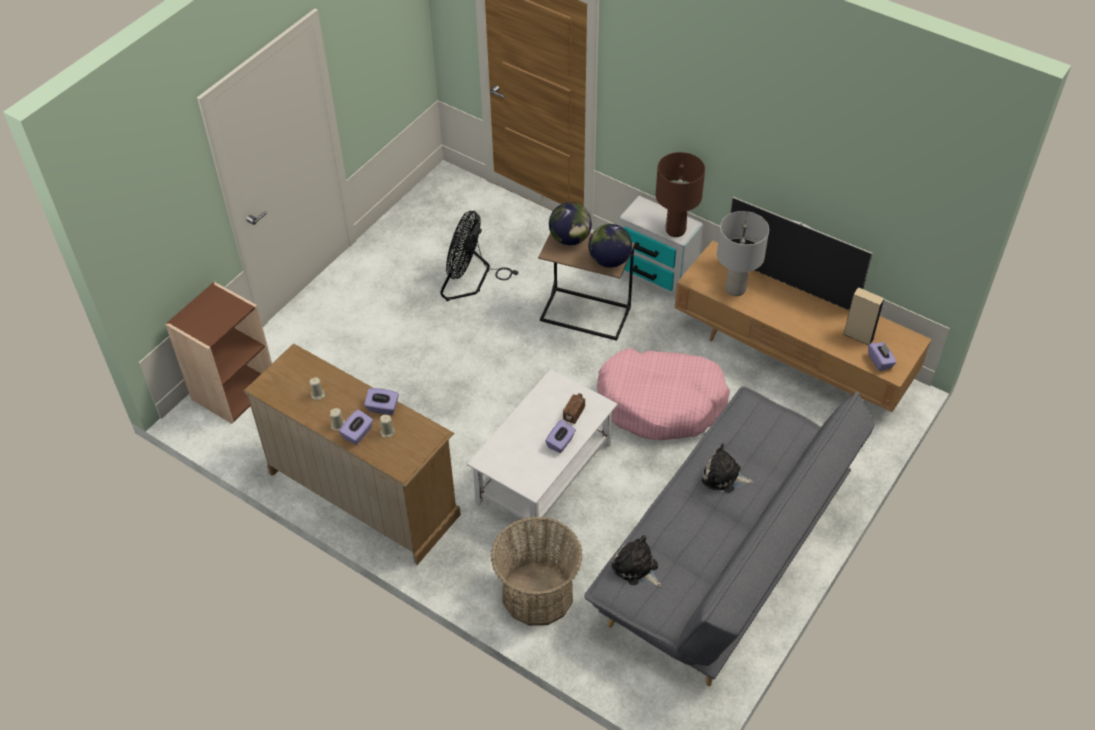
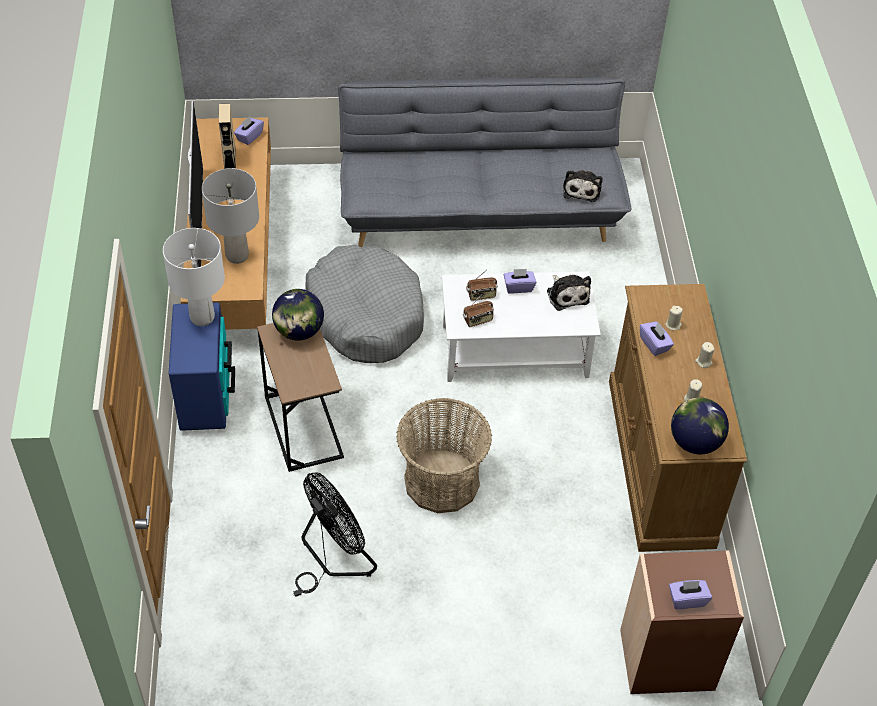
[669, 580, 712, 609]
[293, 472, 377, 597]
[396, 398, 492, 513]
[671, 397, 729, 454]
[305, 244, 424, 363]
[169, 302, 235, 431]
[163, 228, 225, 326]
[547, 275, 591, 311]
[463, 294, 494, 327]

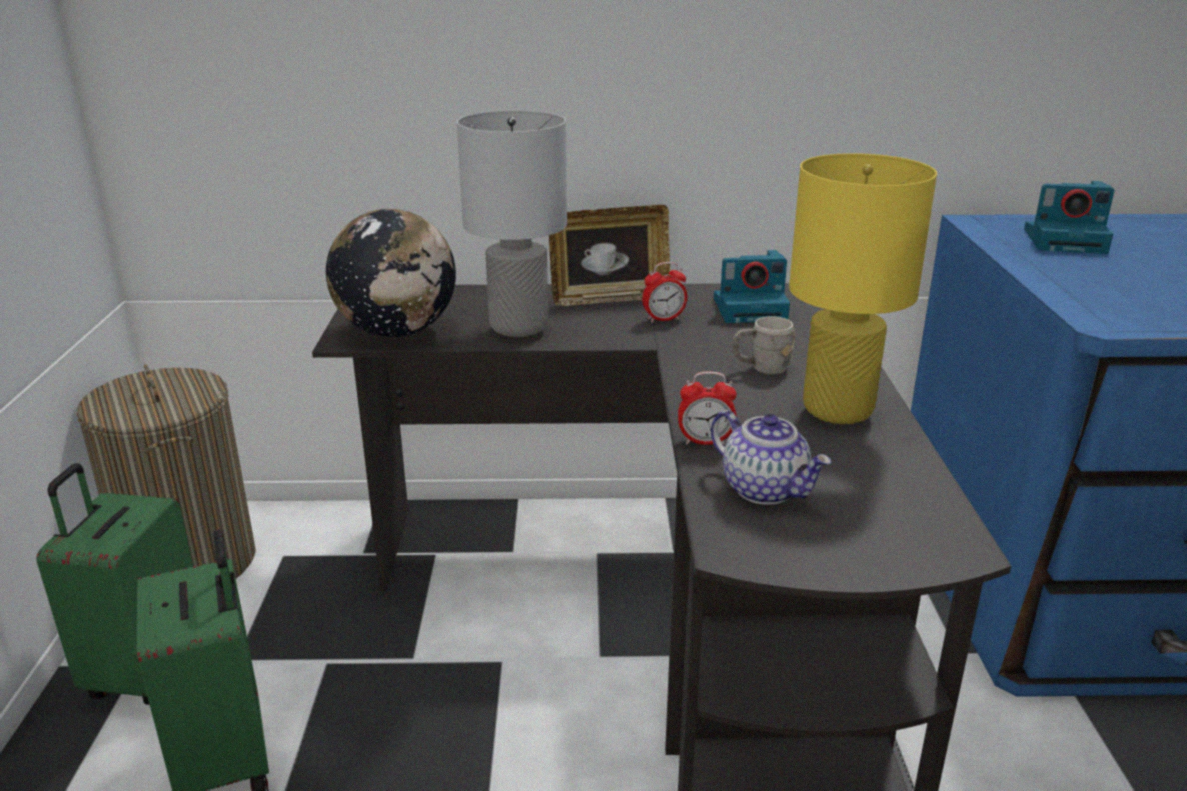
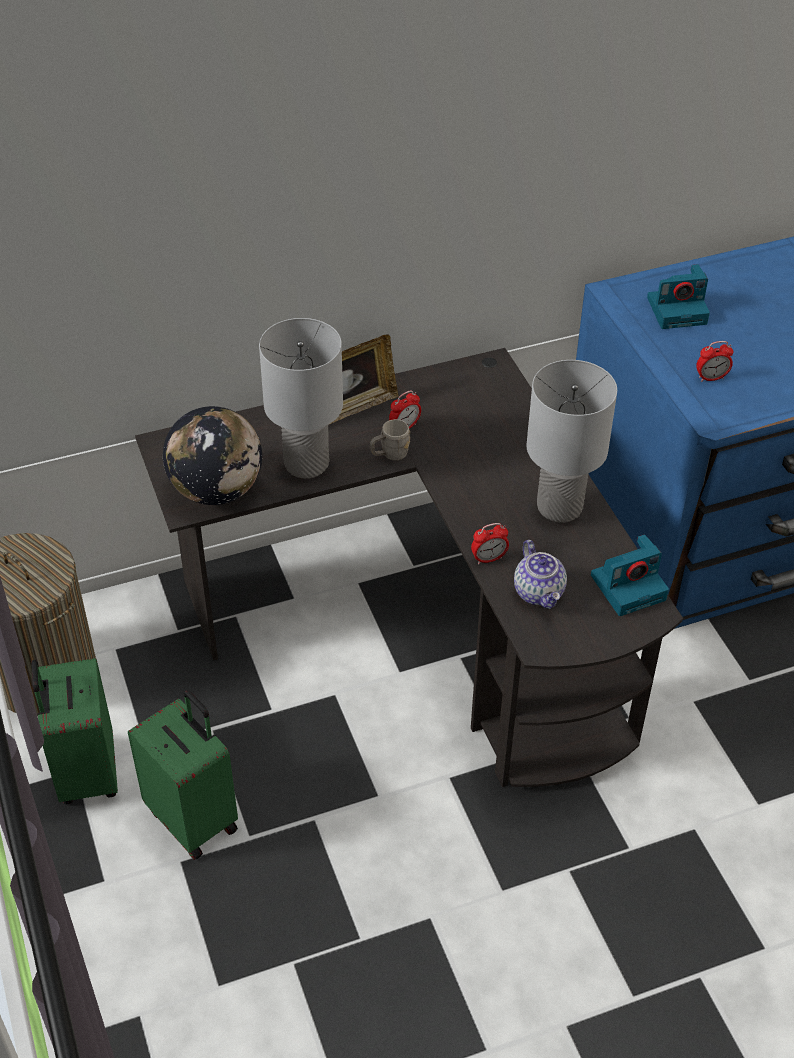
[514, 540, 567, 609]
[591, 534, 669, 616]
[370, 419, 410, 461]
[527, 360, 617, 523]
[696, 341, 733, 382]

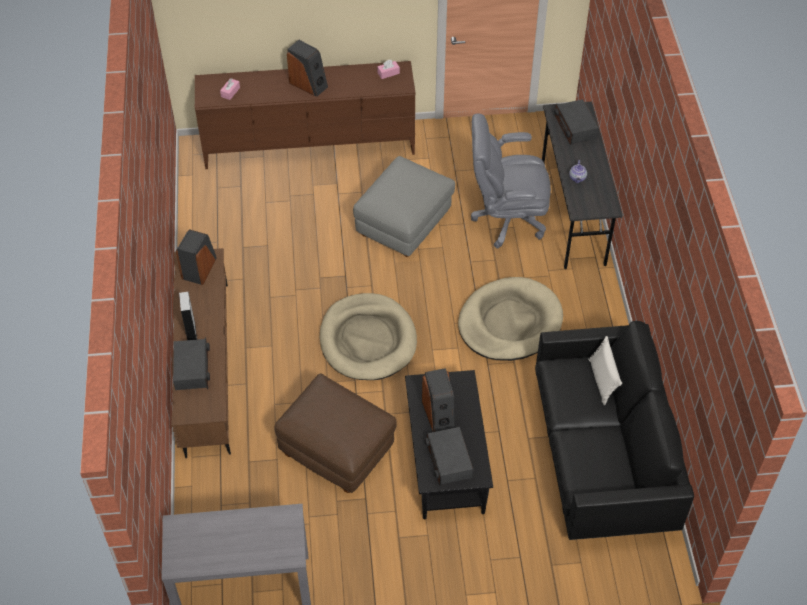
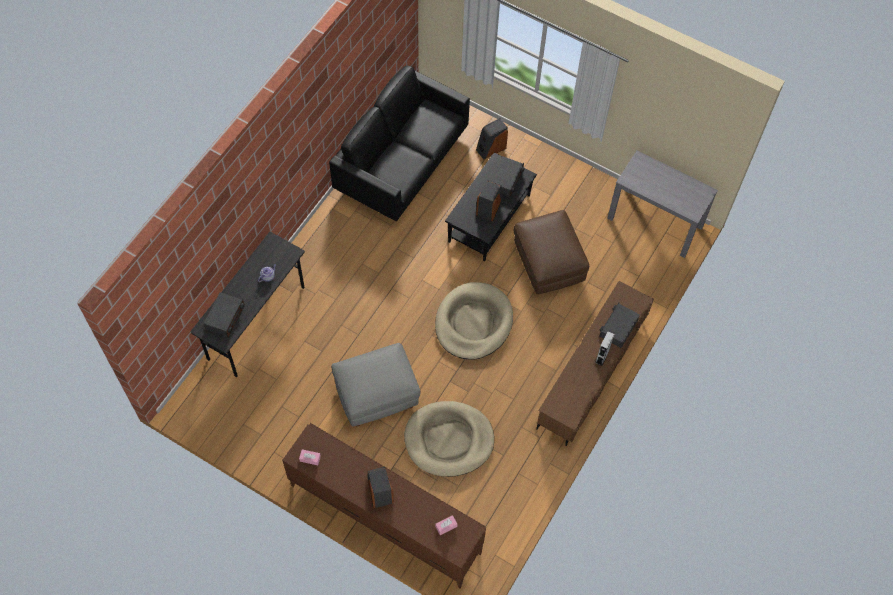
[476, 118, 508, 159]
[404, 401, 494, 477]
[471, 114, 551, 248] (first image)
[588, 336, 622, 405] (first image)

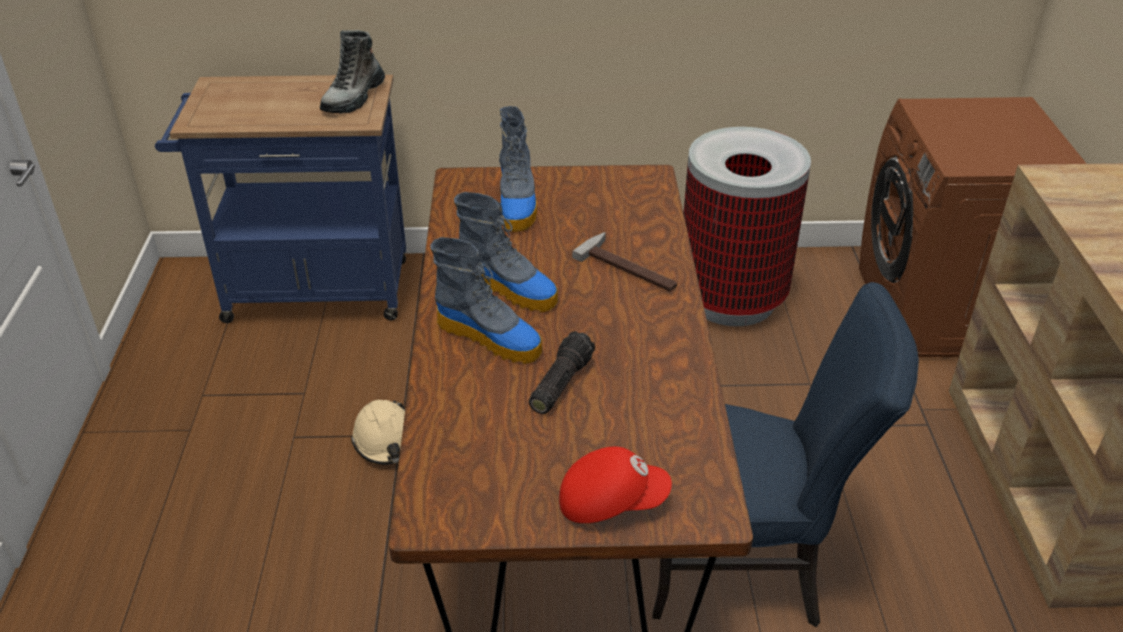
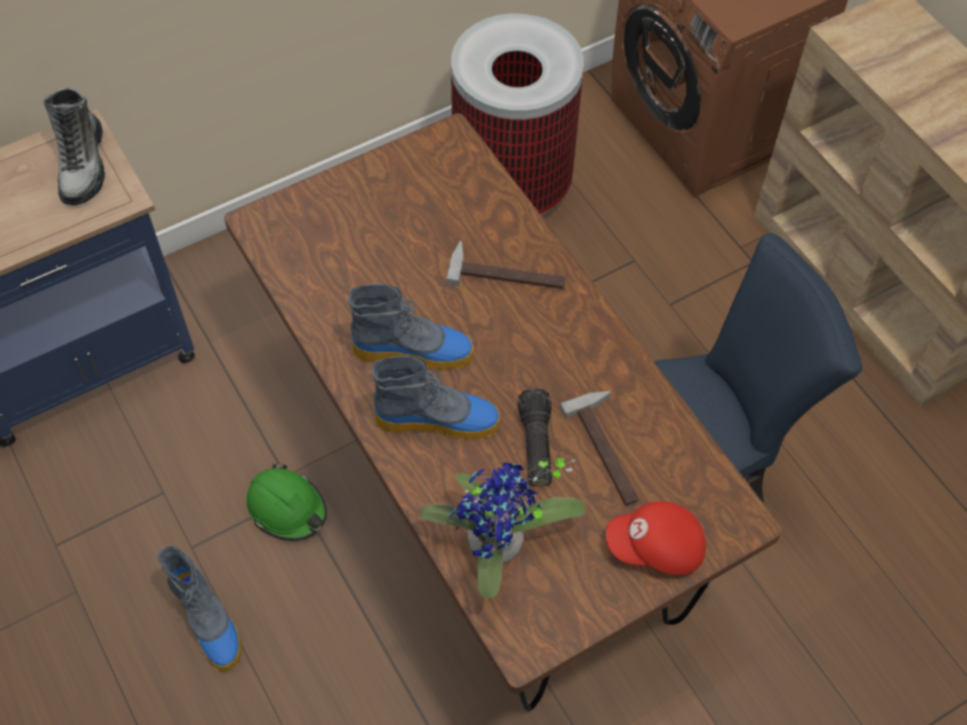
[246, 464, 327, 541]
[157, 546, 242, 672]
[606, 501, 706, 575]
[420, 458, 586, 598]
[560, 391, 638, 506]

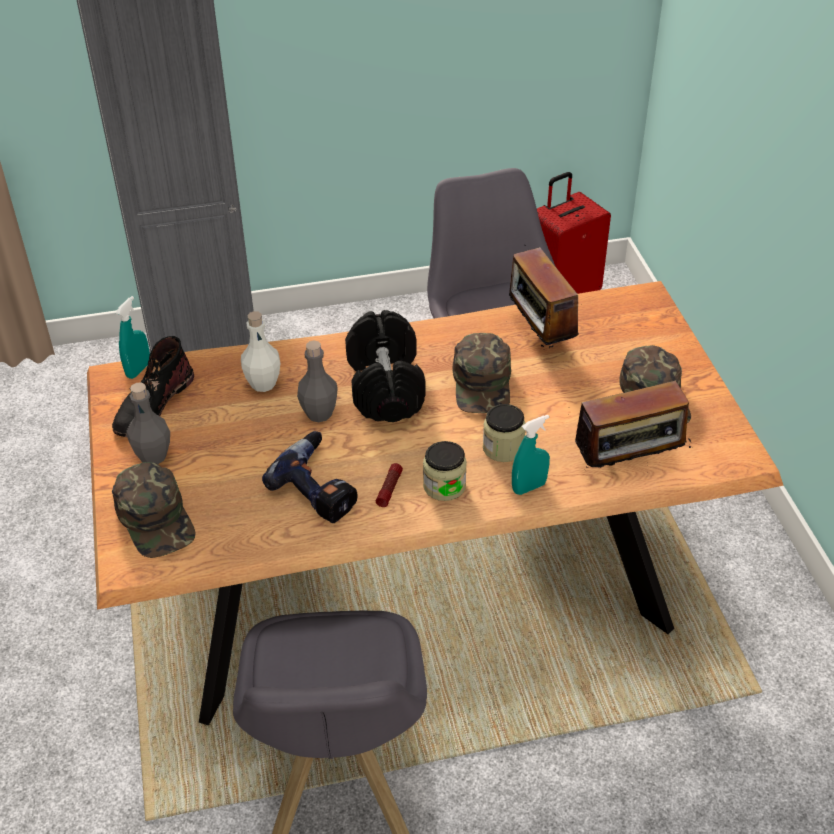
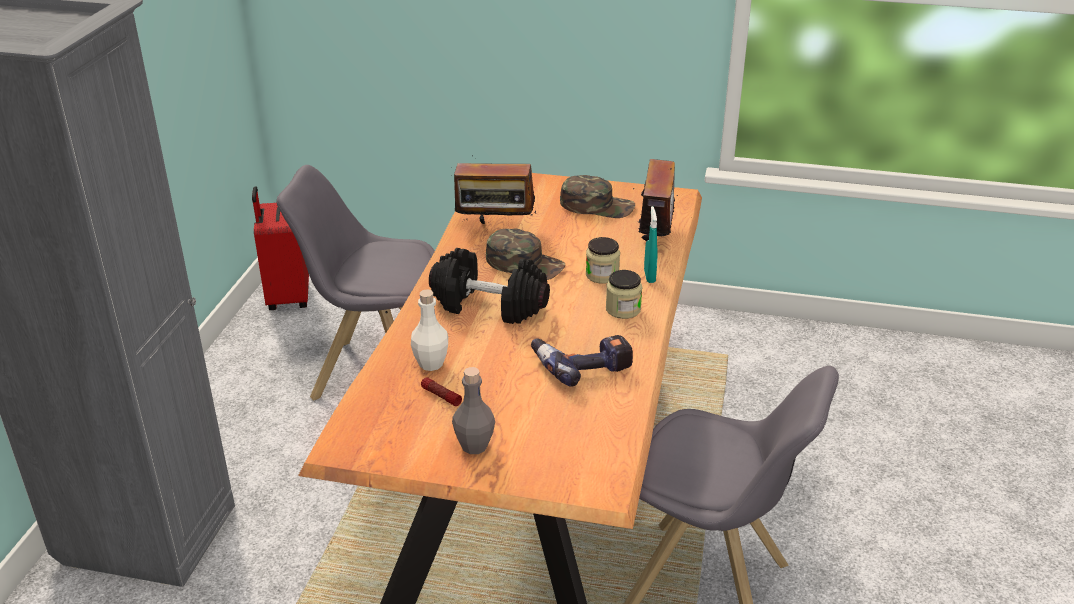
[112, 336, 194, 437] (first image)
[112, 462, 196, 558] (first image)
[116, 296, 150, 379] (first image)
[297, 341, 338, 422] (first image)
[421, 377, 462, 406]

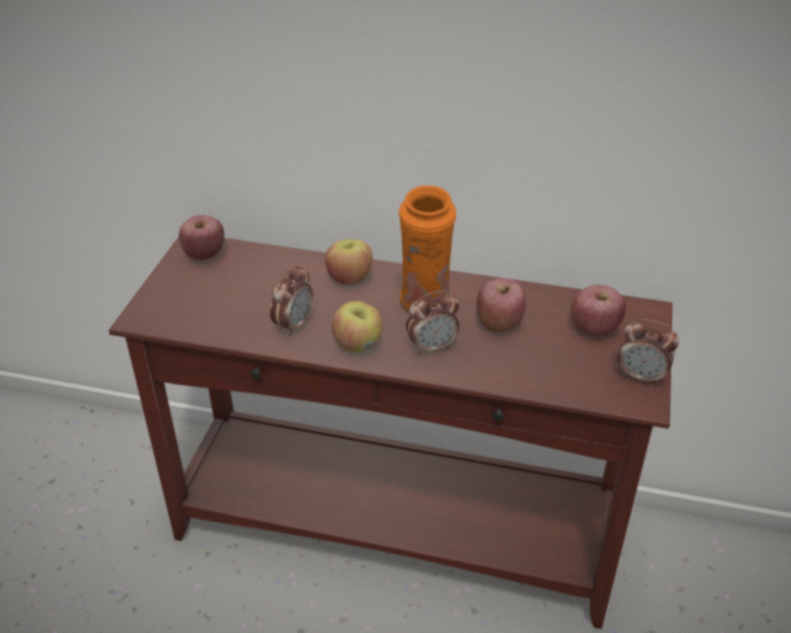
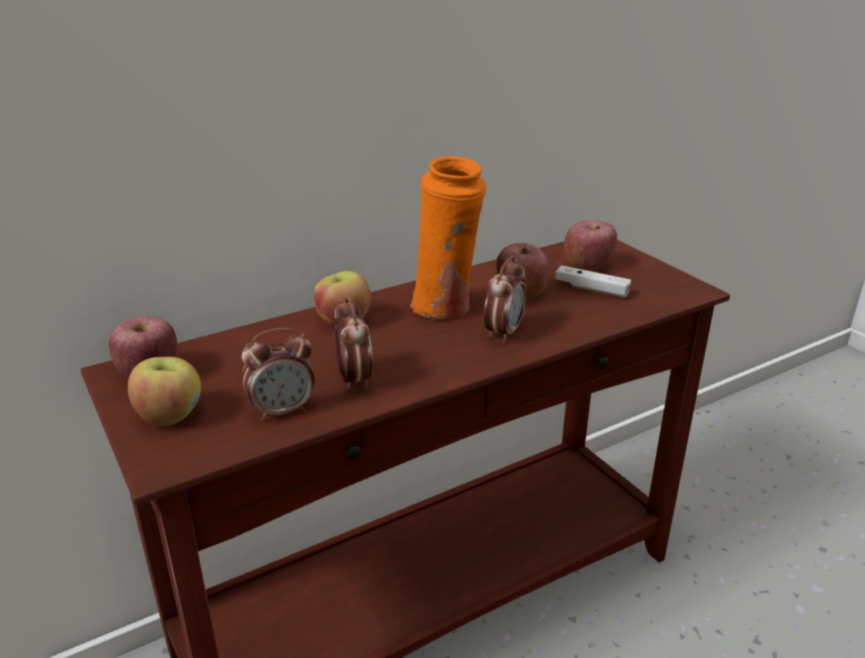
[128, 357, 201, 426]
[242, 328, 315, 421]
[555, 265, 631, 298]

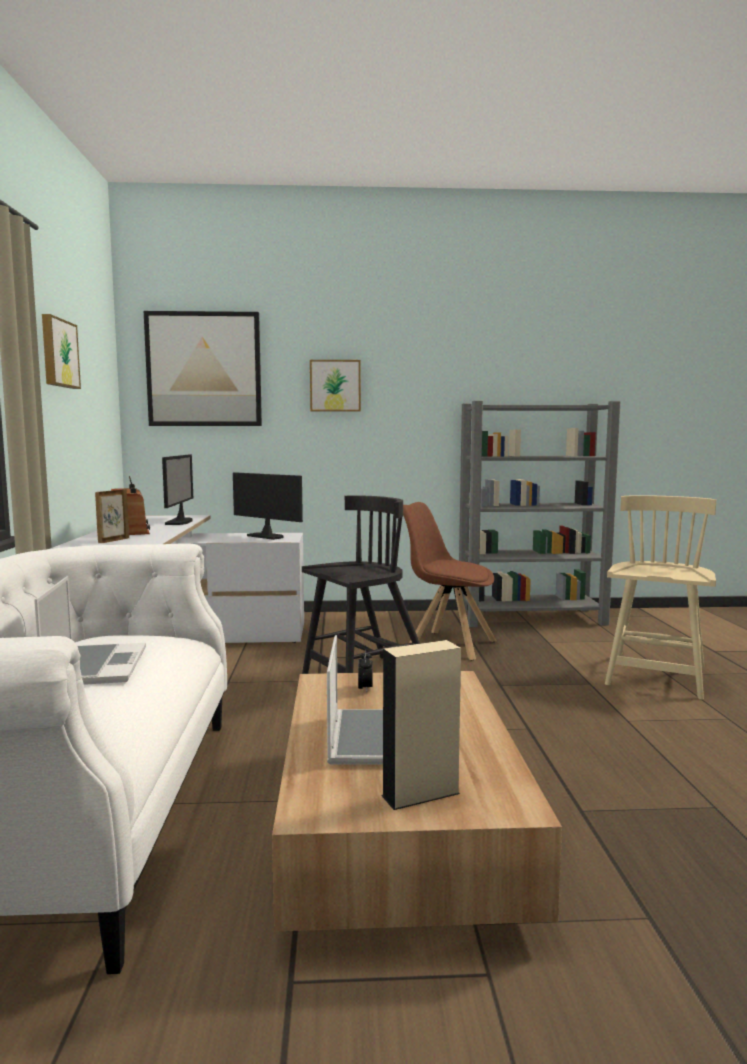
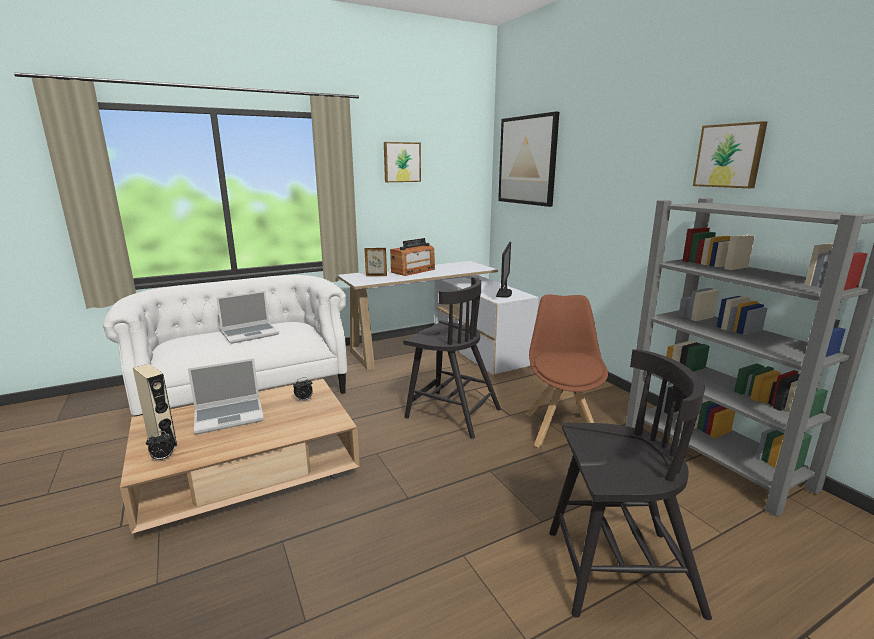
[162, 454, 193, 525] (first image)
[693, 121, 767, 188]
[549, 349, 712, 620]
[146, 431, 174, 462]

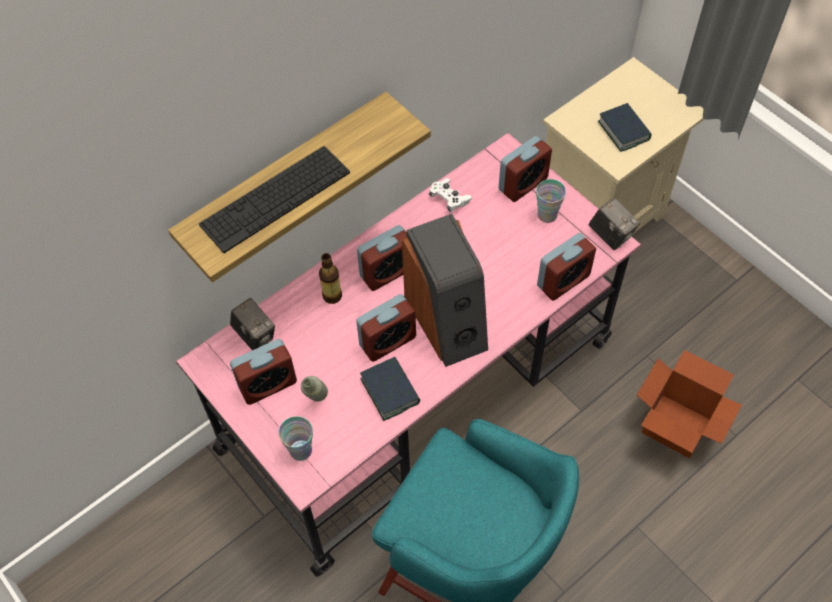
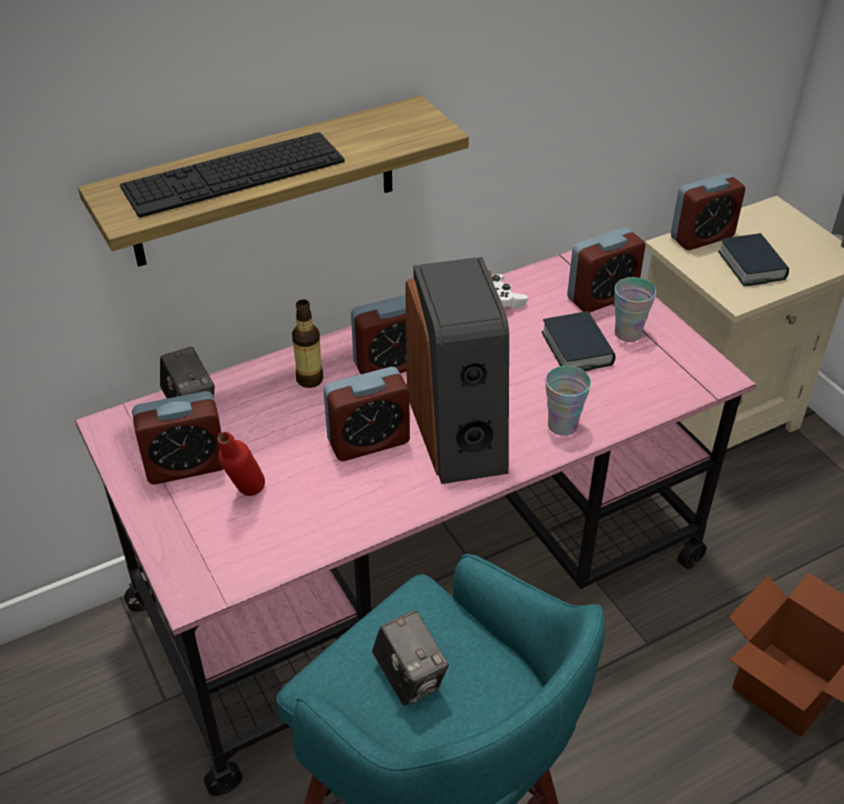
[546, 366, 591, 436]
[217, 432, 265, 496]
[541, 311, 616, 371]
[670, 173, 745, 250]
[372, 610, 449, 706]

